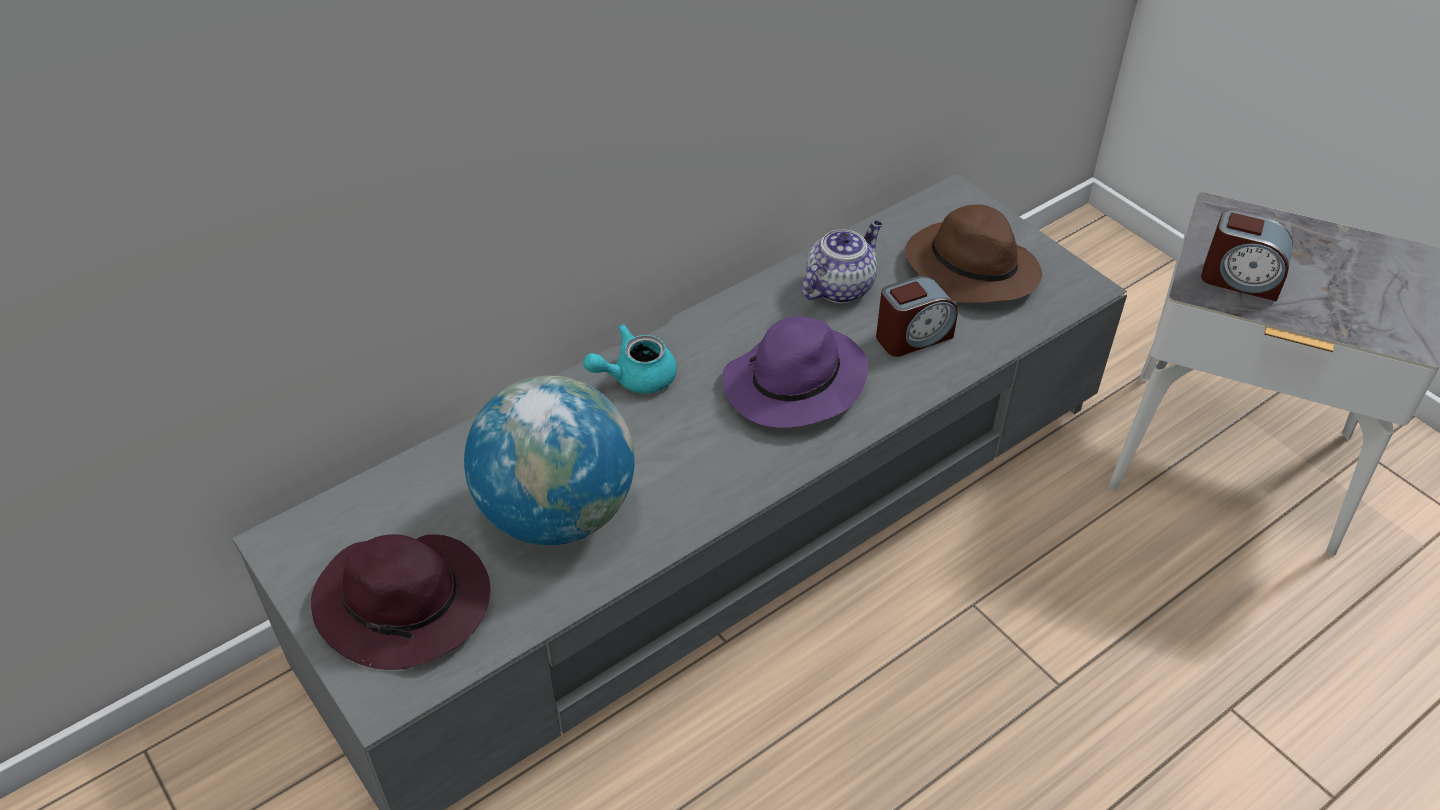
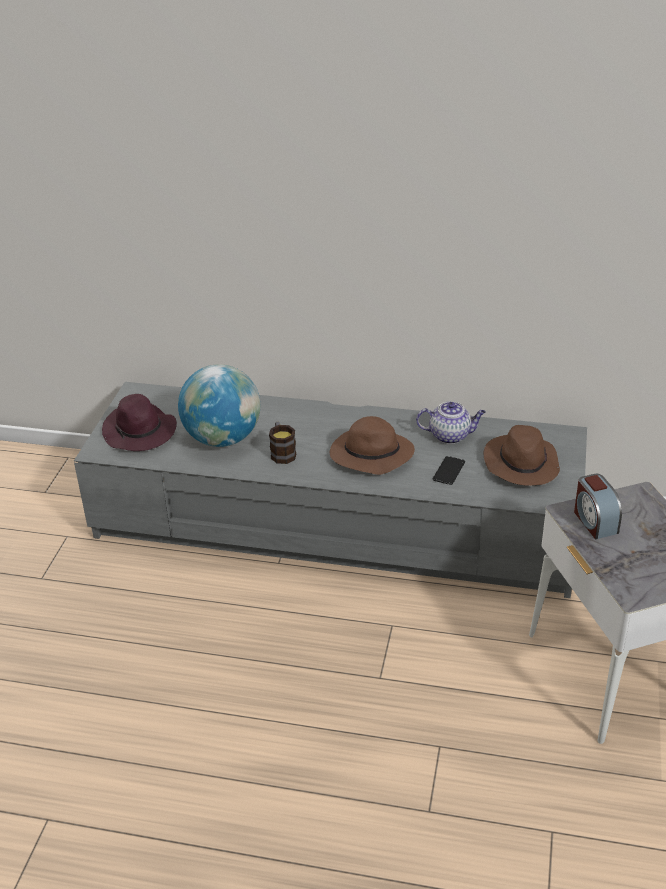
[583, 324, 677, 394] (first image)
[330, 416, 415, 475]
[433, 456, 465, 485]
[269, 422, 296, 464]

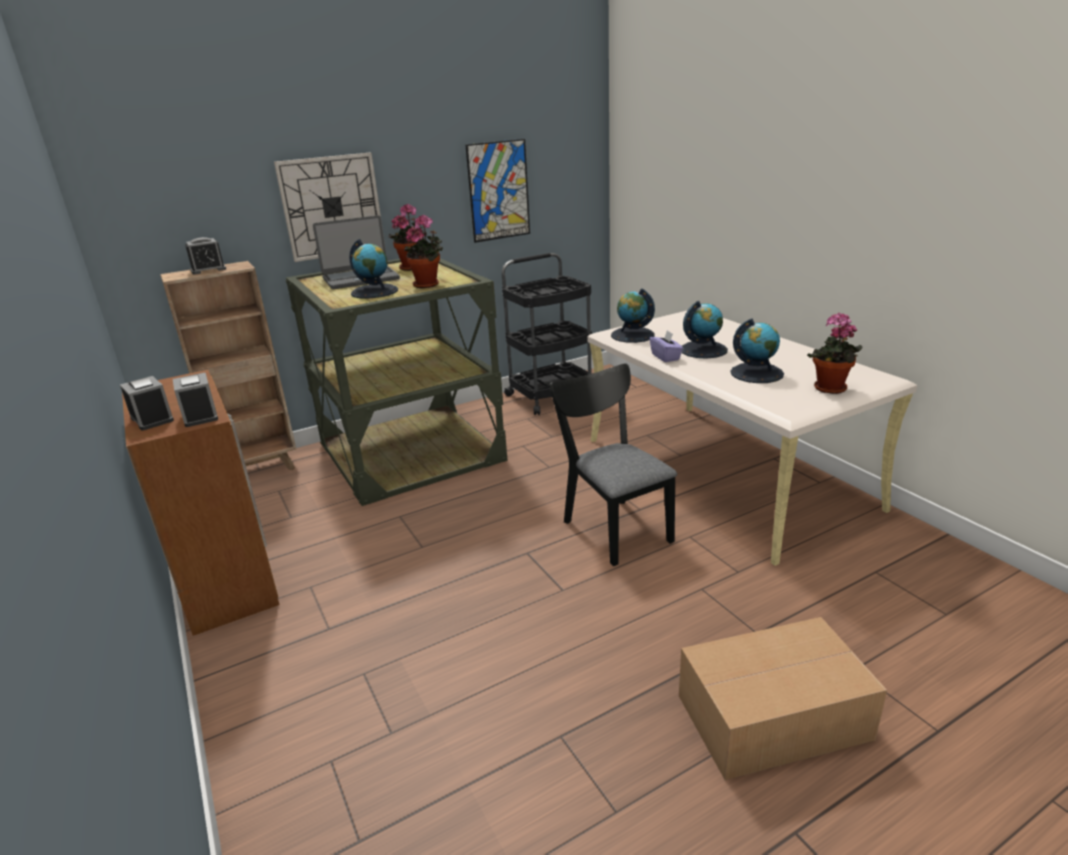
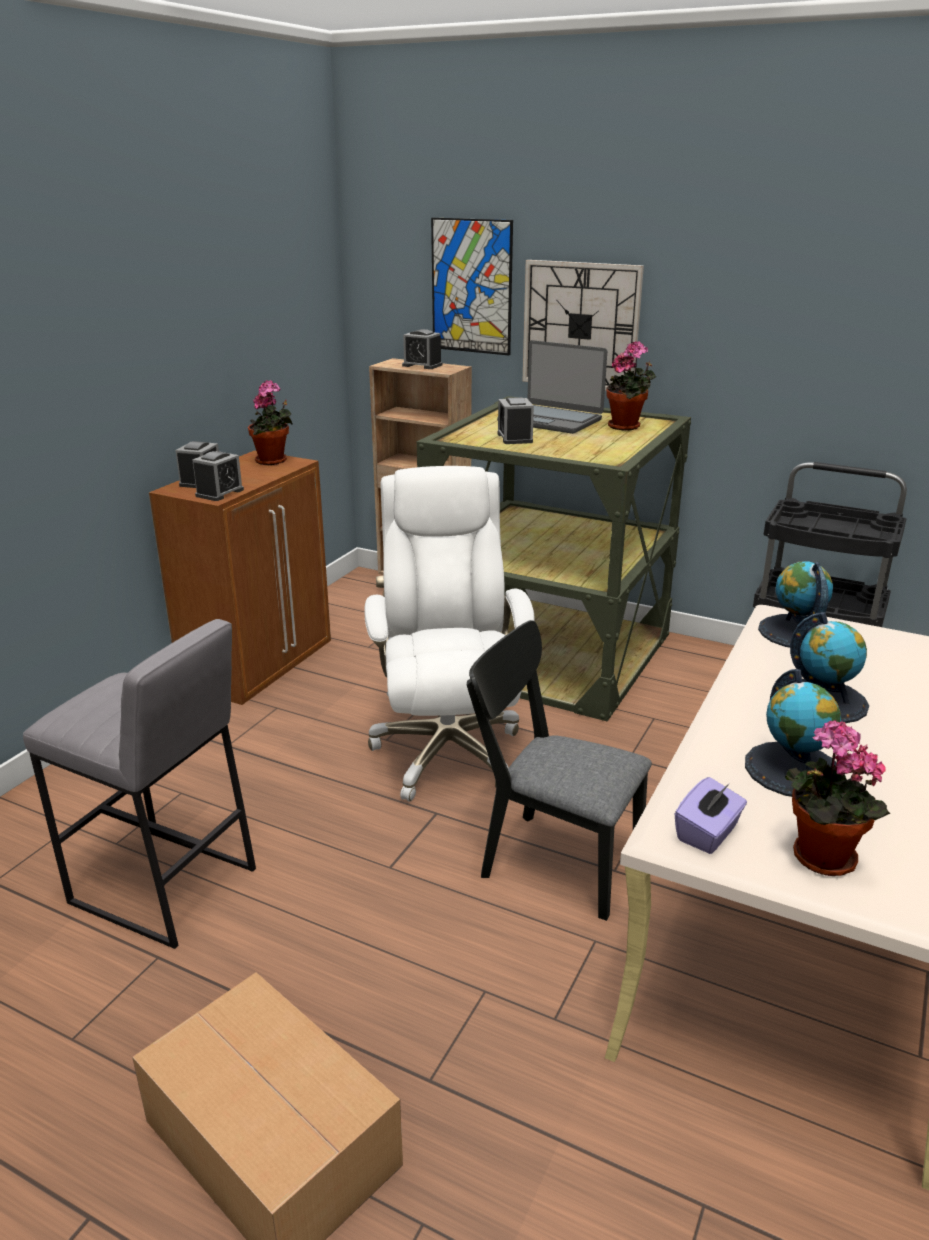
[498, 397, 534, 444]
[248, 380, 293, 465]
[431, 217, 513, 355]
[467, 620, 652, 921]
[675, 777, 747, 854]
[23, 619, 256, 949]
[364, 466, 535, 802]

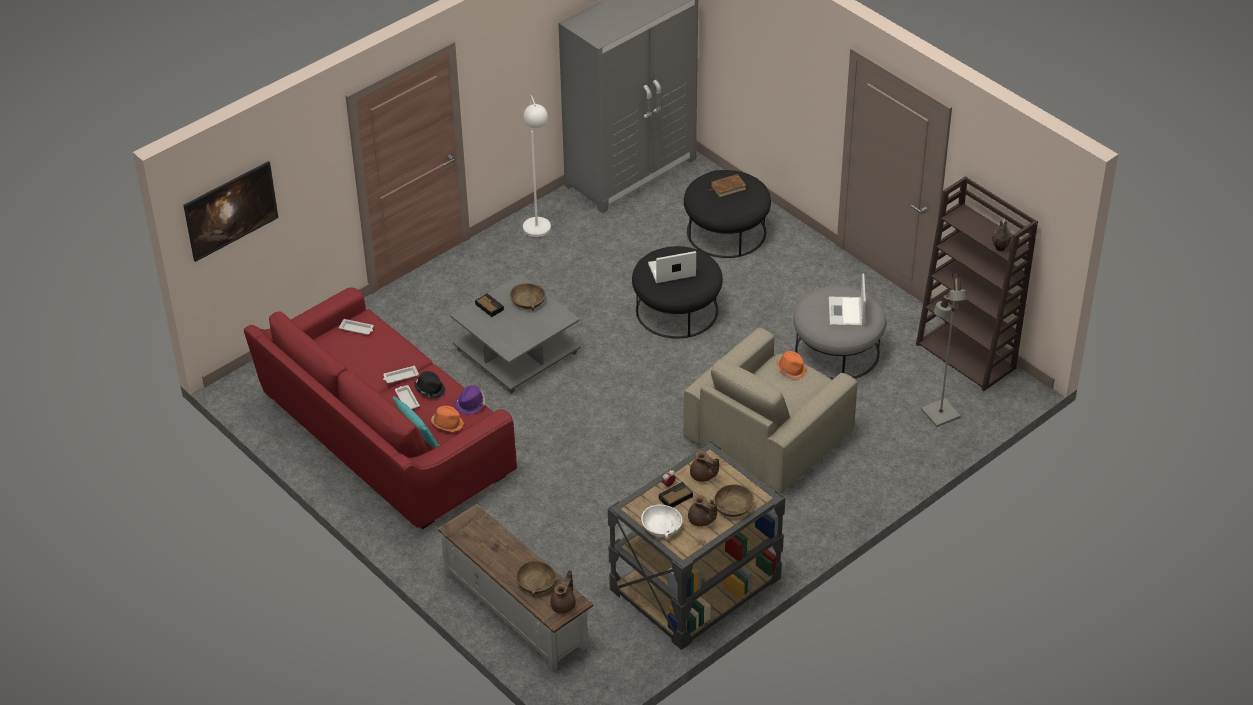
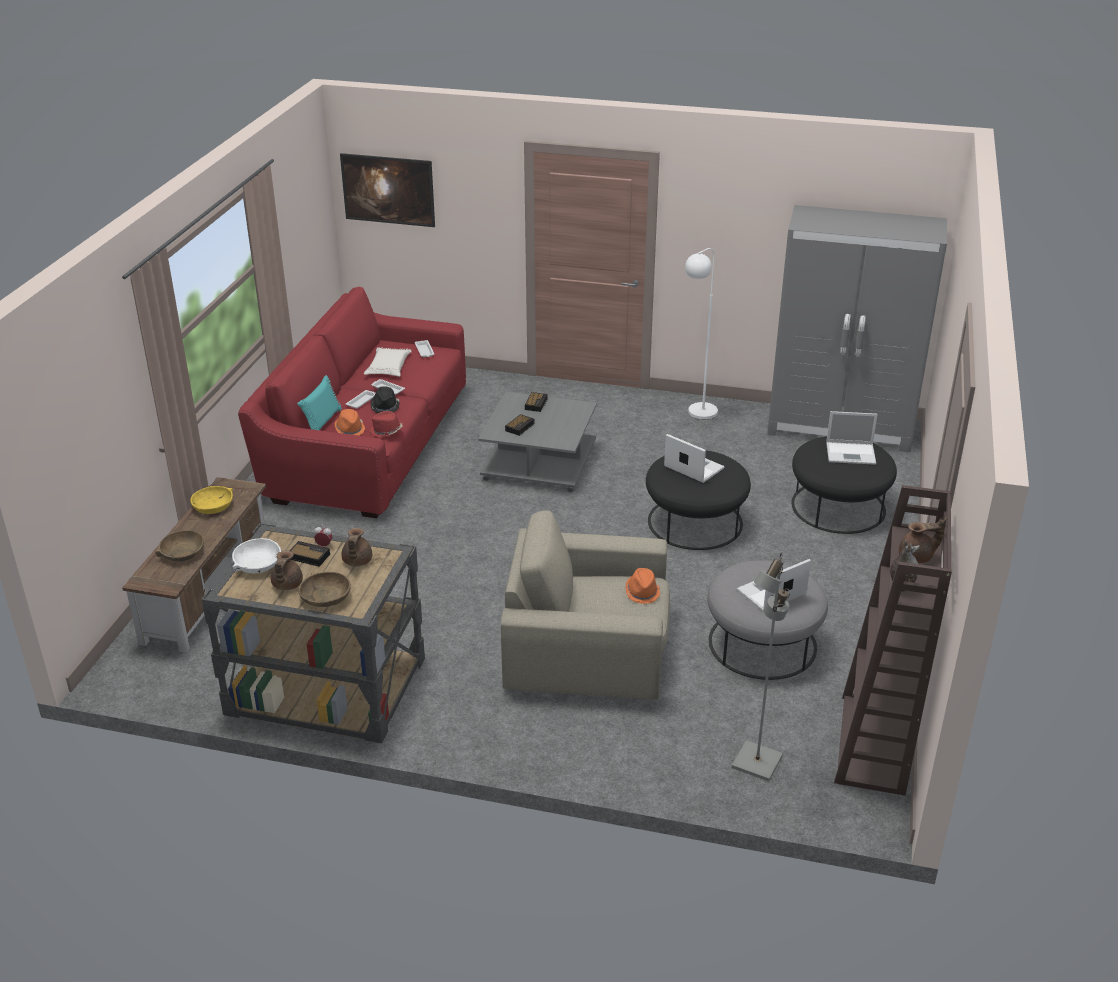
[369, 411, 403, 437]
[510, 283, 546, 311] (first image)
[899, 517, 946, 563]
[826, 411, 878, 465]
[190, 486, 233, 514]
[364, 347, 412, 377]
[505, 414, 535, 436]

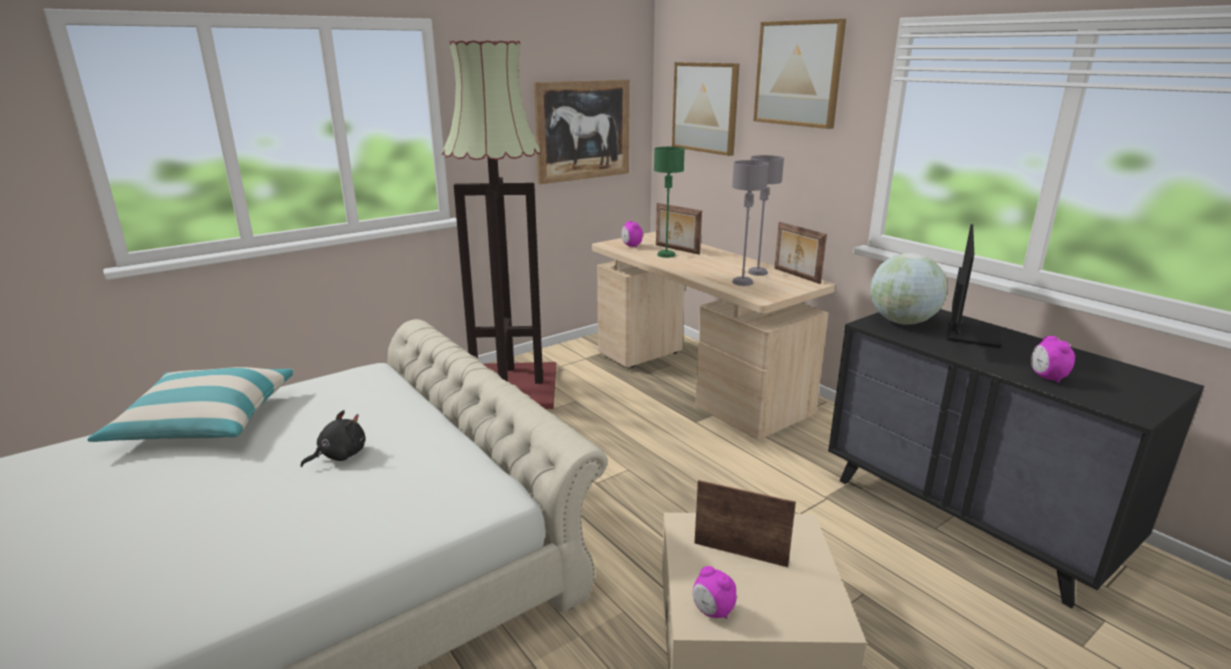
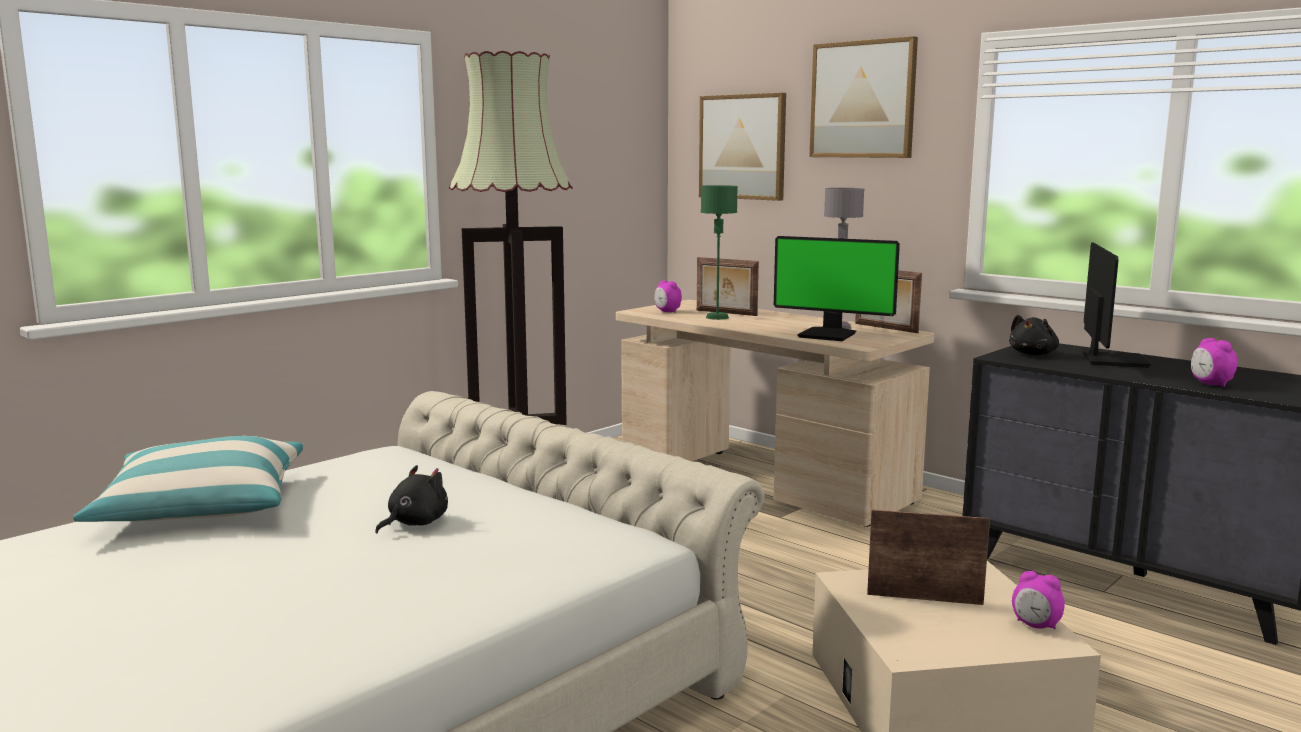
[534, 79, 630, 184] (first image)
[1012, 571, 1065, 629]
[774, 236, 900, 341]
[1009, 315, 1059, 355]

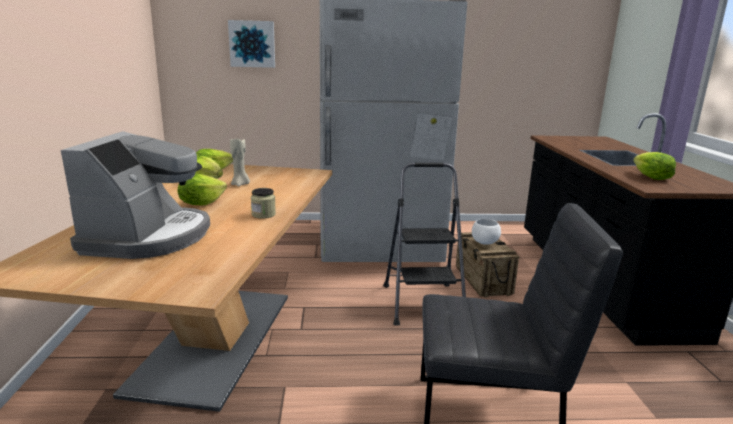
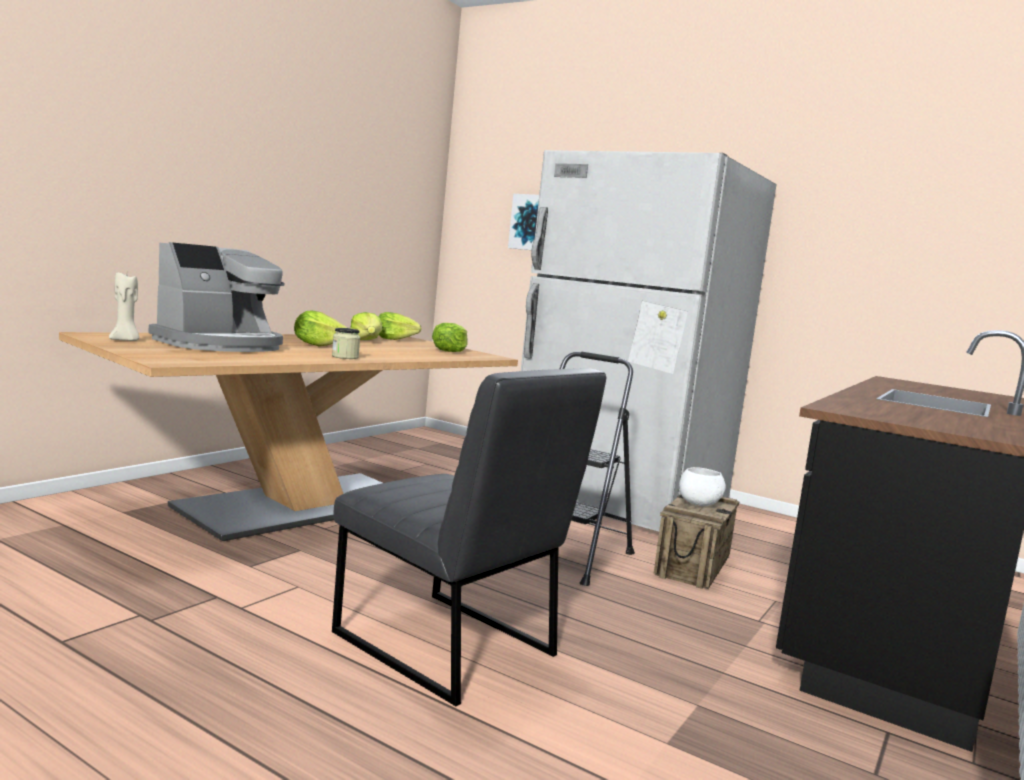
[109, 272, 139, 341]
[432, 323, 468, 352]

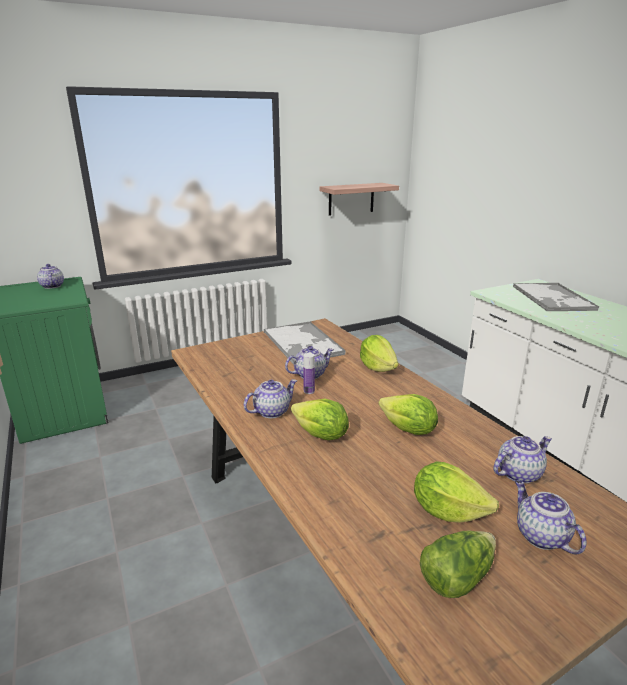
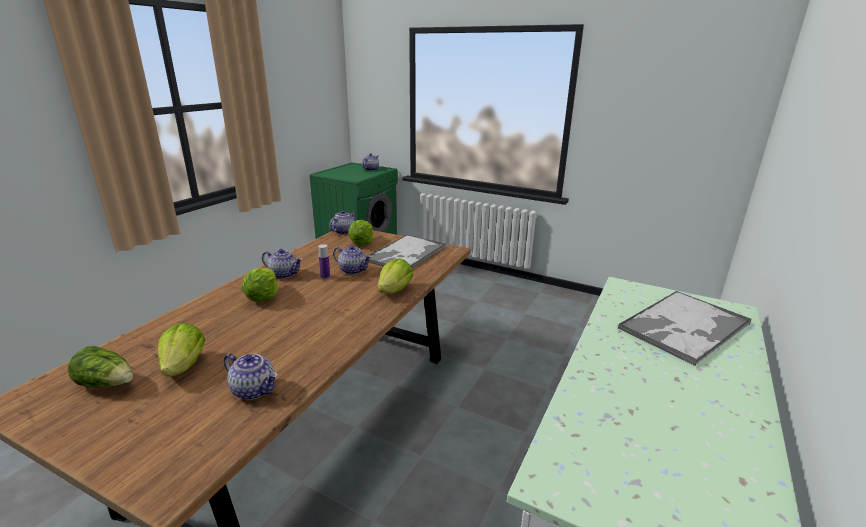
[319, 183, 399, 216] (first image)
[348, 220, 374, 245]
[329, 210, 356, 234]

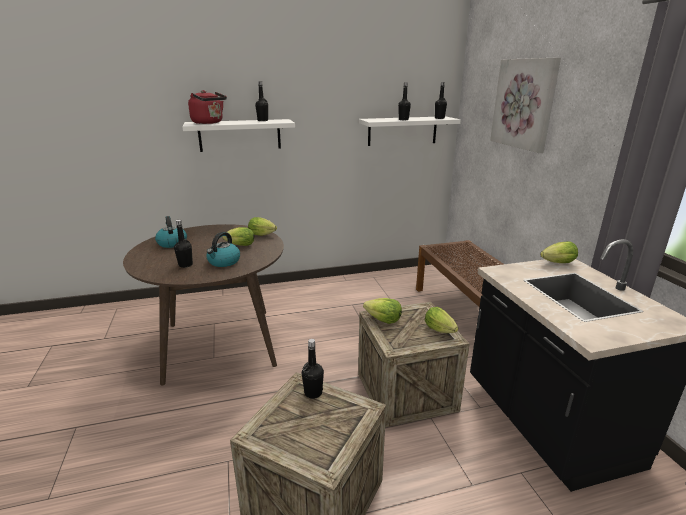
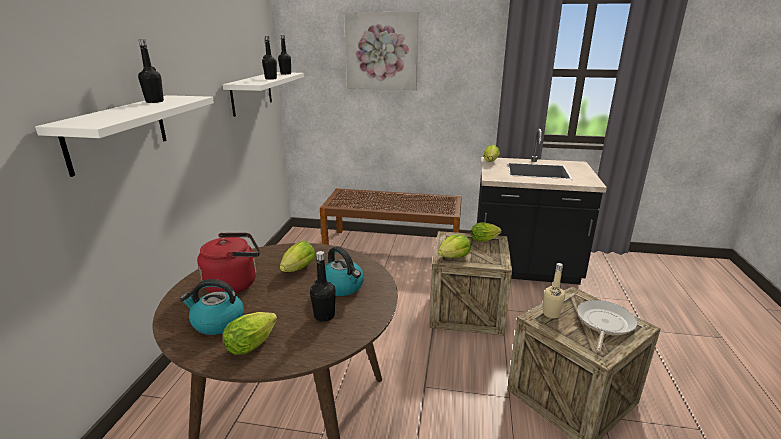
[197, 233, 260, 294]
[223, 312, 278, 355]
[543, 263, 565, 318]
[577, 300, 637, 353]

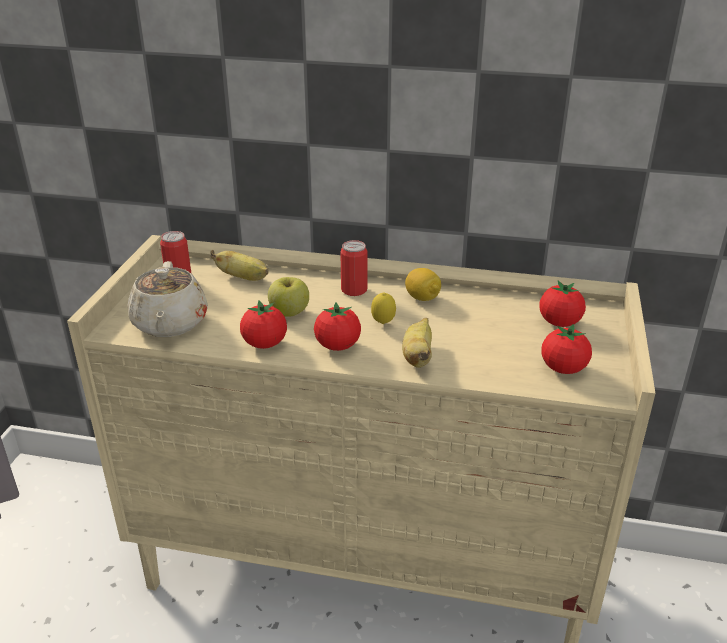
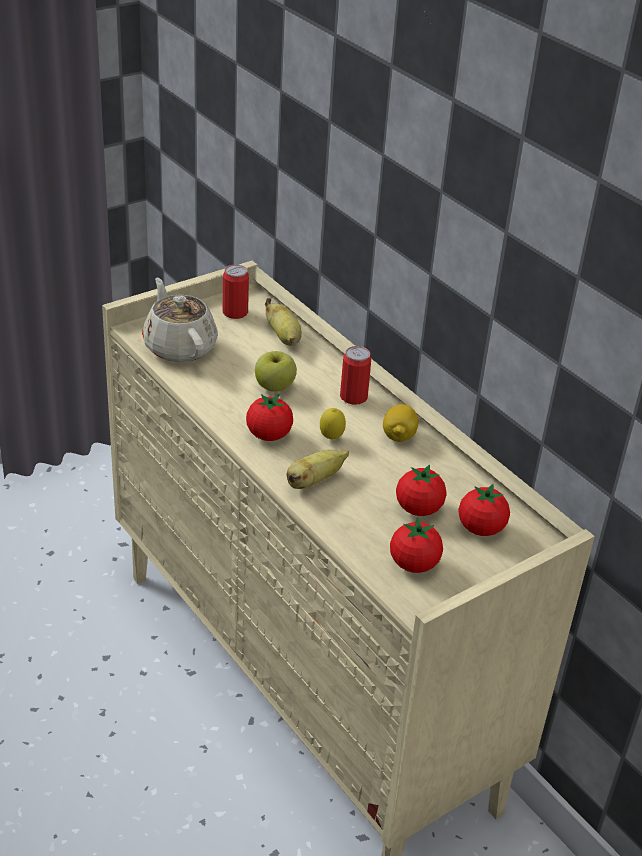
[142, 278, 218, 363]
[396, 464, 447, 516]

